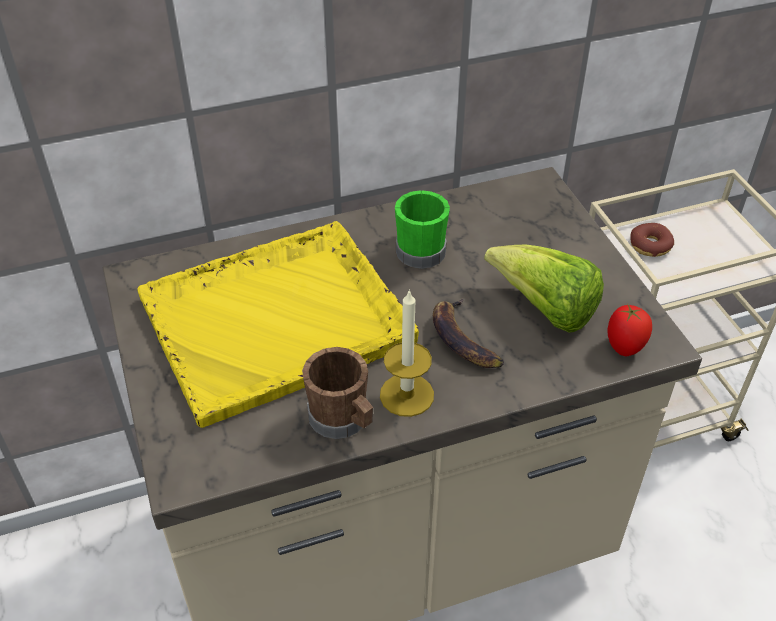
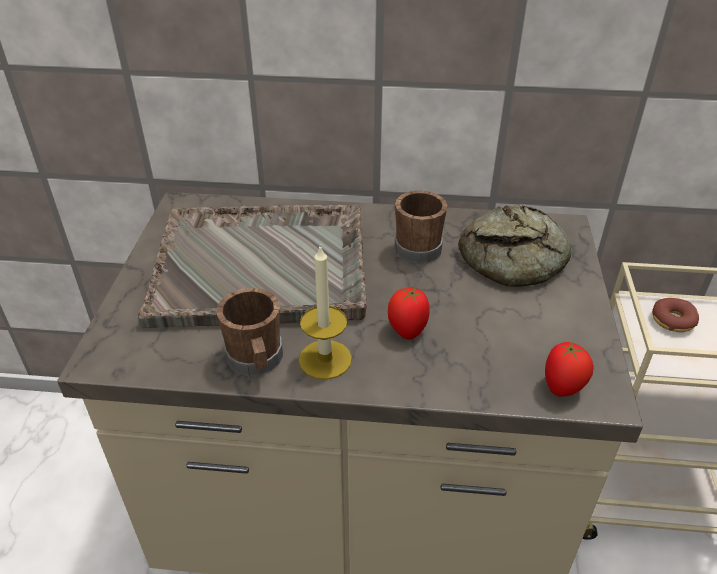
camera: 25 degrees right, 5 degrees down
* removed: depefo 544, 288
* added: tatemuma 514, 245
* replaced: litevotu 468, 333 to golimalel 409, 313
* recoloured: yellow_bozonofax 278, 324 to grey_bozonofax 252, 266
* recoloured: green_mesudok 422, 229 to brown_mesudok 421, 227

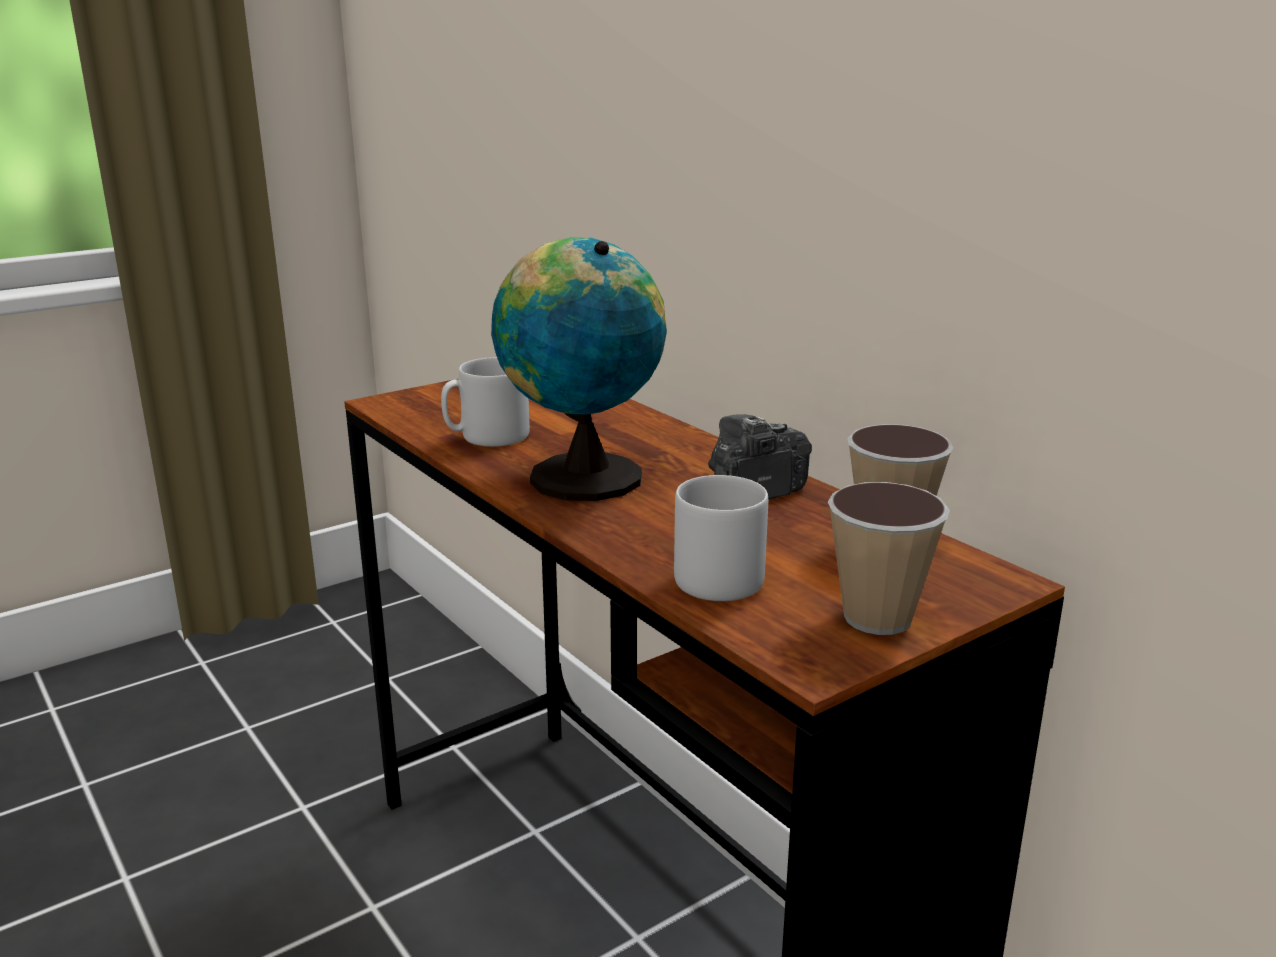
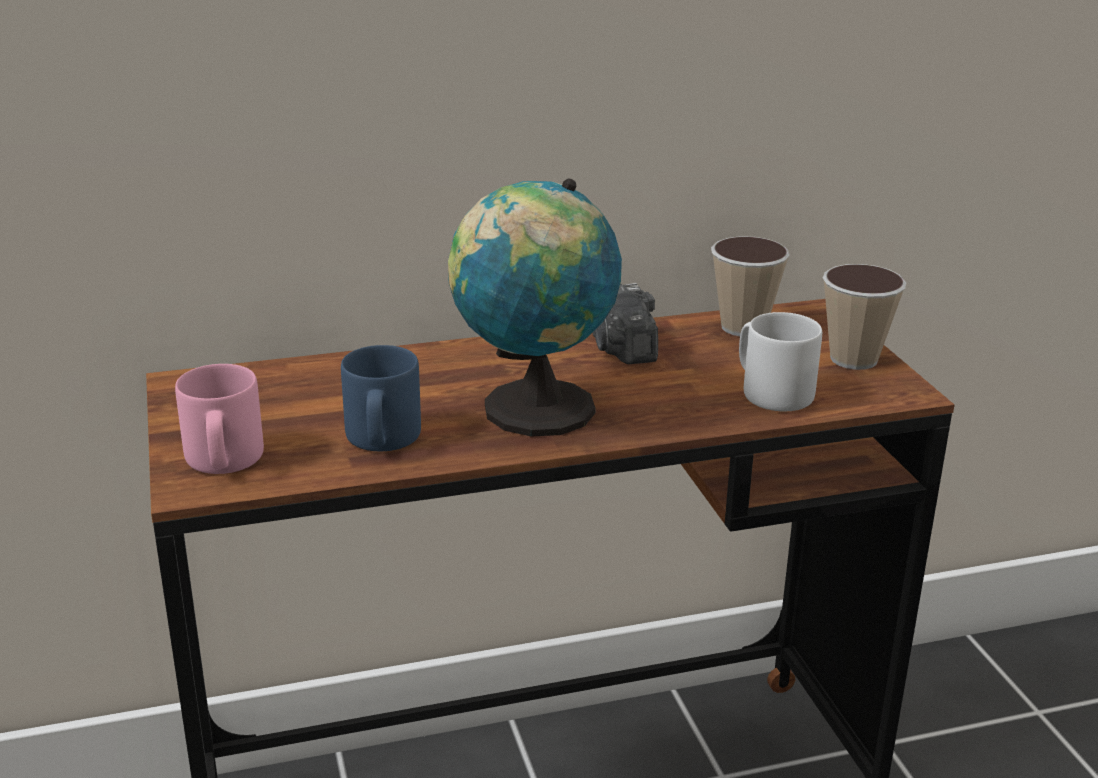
camera: 70 degrees left, 5 degrees up
* added: pink_mesudok 219, 419
* recoloured: grey_mesudok 485, 402 to blue_mesudok 381, 398

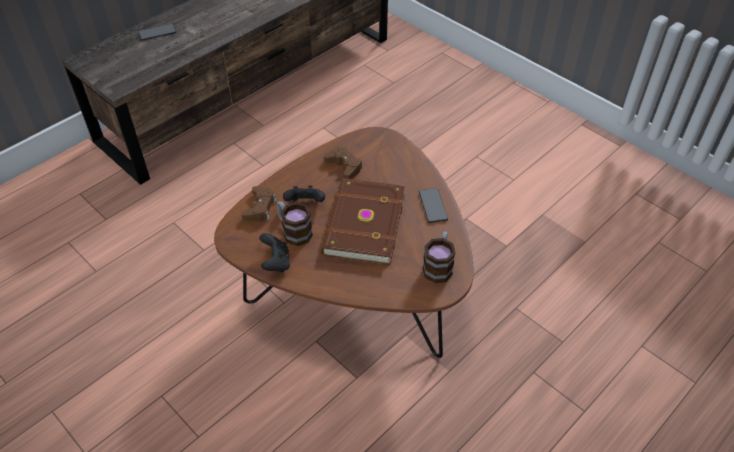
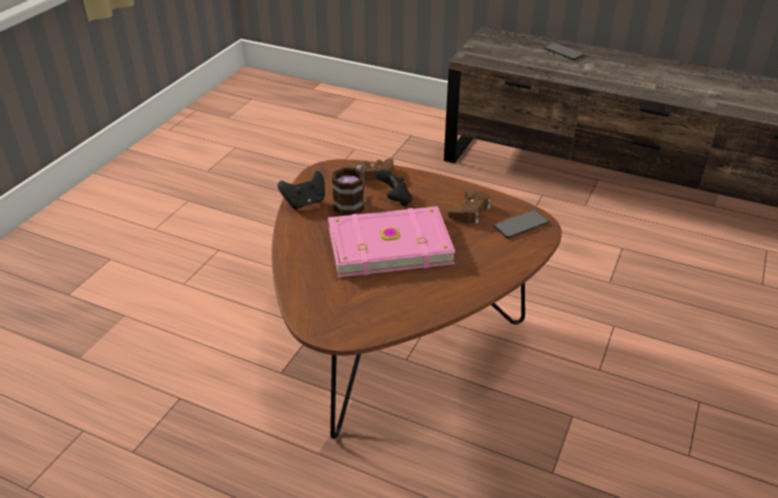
camera: 70 degrees right, 10 degrees down
* removed: mesudok 439, 257
* moved: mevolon 433, 205 to 521, 224
* recoloured: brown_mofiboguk 363, 221 to pink_mofiboguk 392, 241

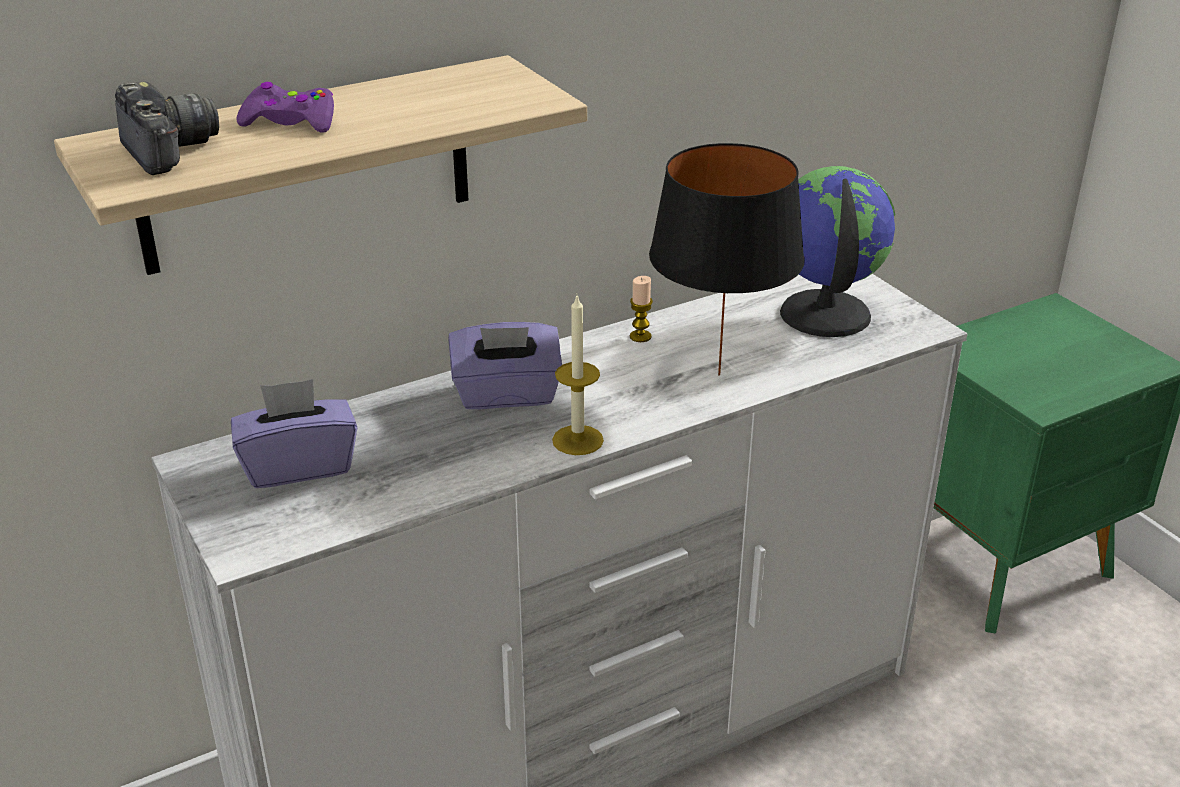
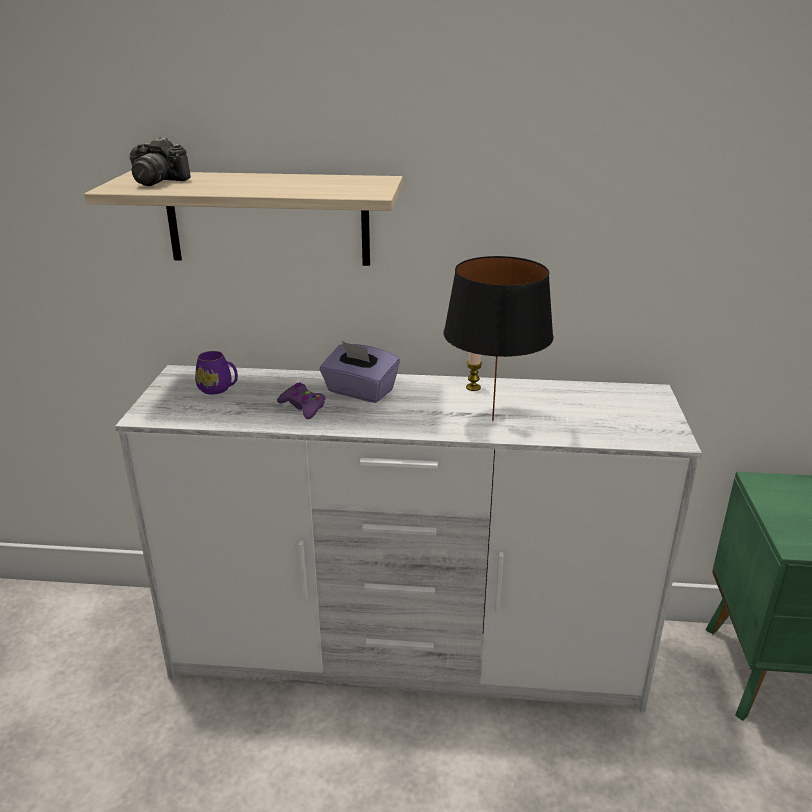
camera: 35 degrees right, 5 degrees down
* removed: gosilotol 578, 375
* removed: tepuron 837, 251
* moved: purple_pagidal 285, 107 to 301, 401
* replaced: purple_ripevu 294, 433 to purple_mesudok 216, 372
* turned: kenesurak 167, 128 = 160, 161 105 degrees clockwise

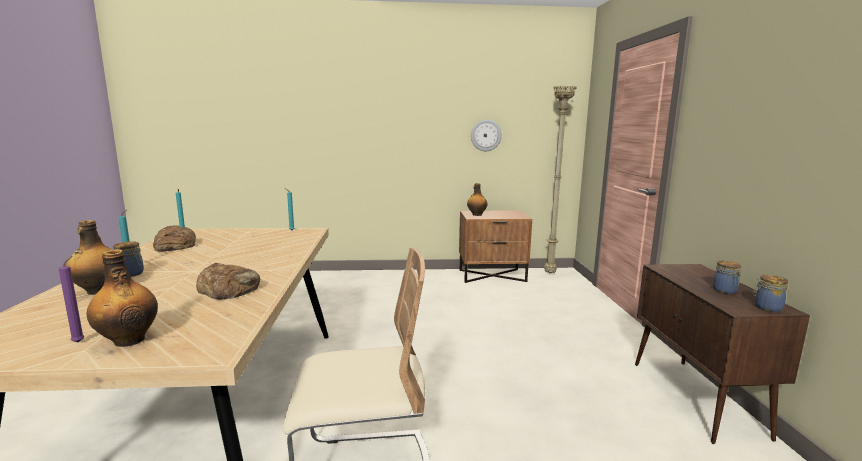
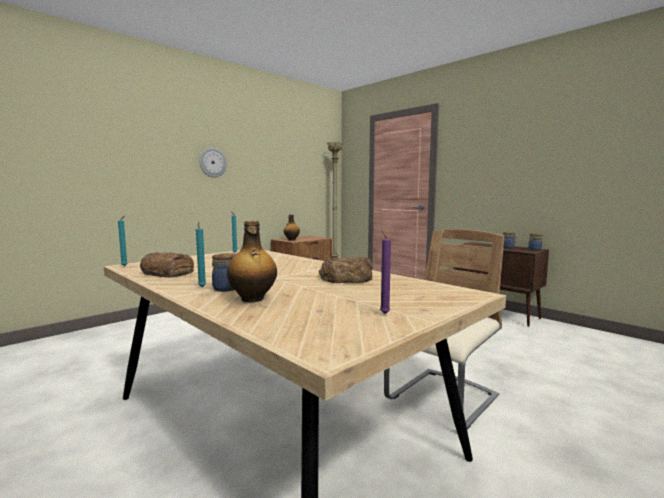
camera: 40 degrees left, 5 degrees down
* removed: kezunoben 122, 298
* moved: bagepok 486, 135 to 213, 163

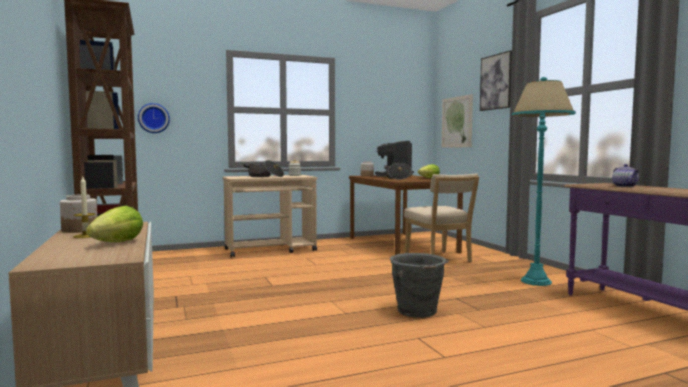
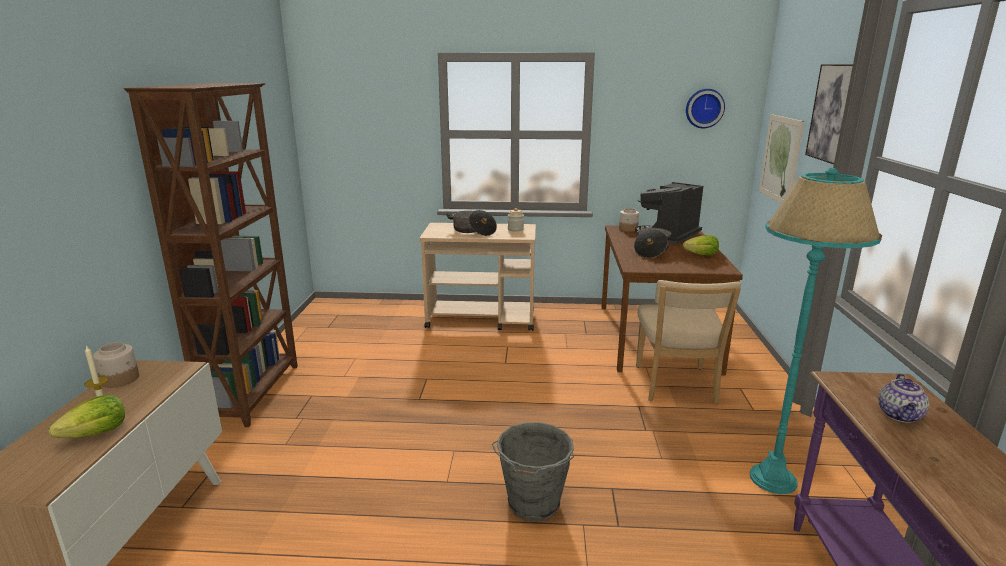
camera: 25 degrees right, 15 degrees up
* moved: bagepok 154, 118 to 705, 108

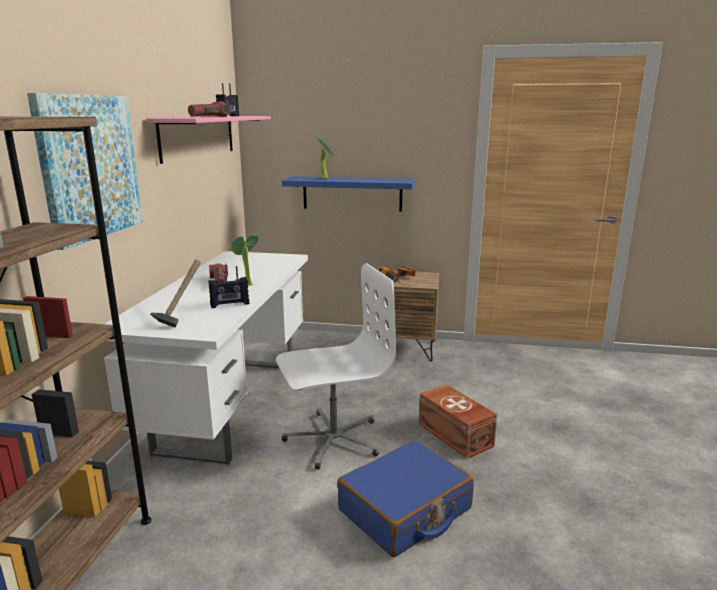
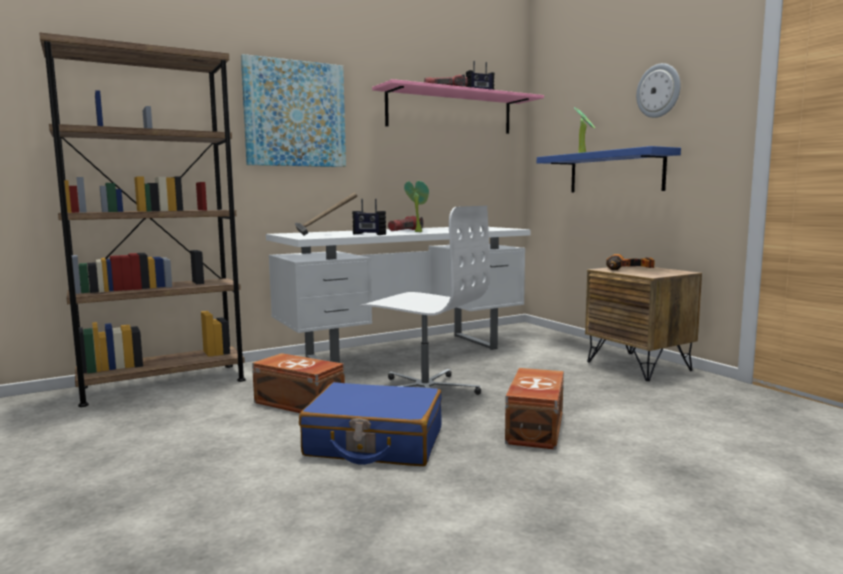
camera: 50 degrees right, 10 degrees down
* added: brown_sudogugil 298, 383
* added: bagepok 658, 90

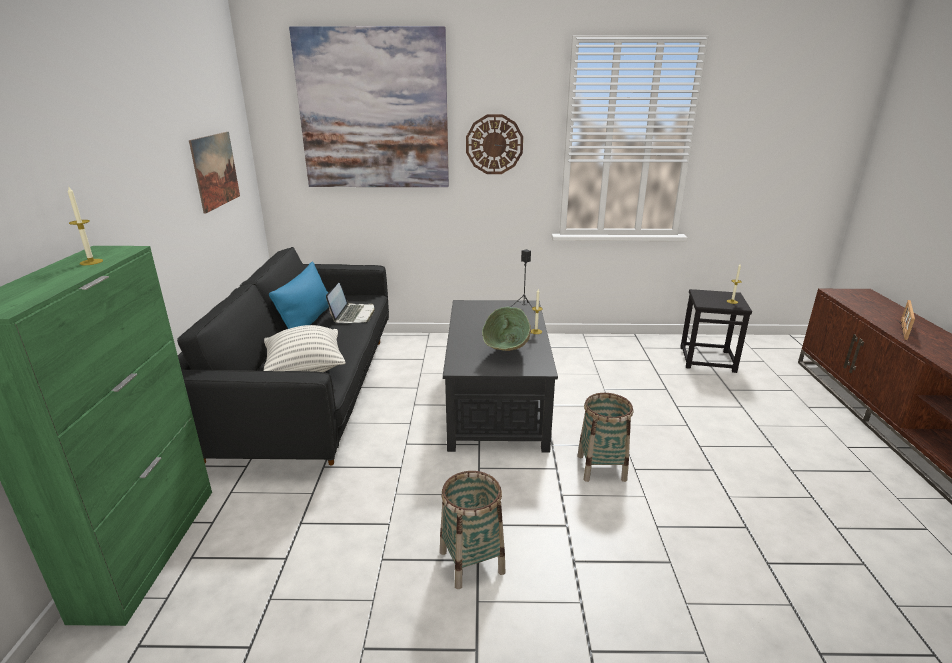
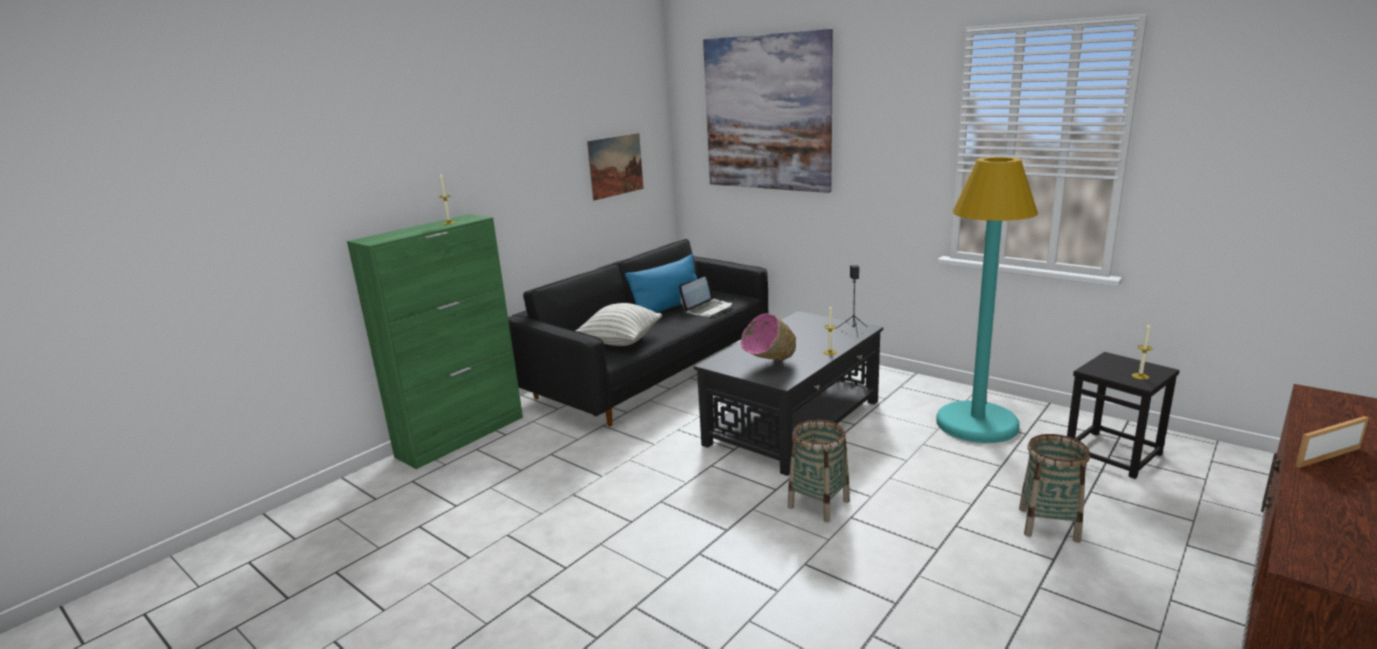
camera: 40 degrees right, 5 degrees down
* removed: bagepok 494, 144
* added: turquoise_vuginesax 987, 300
* moved: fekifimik 473, 530 to 1054, 488
* recoloured: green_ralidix 506, 329 to pink_ralidix 768, 337

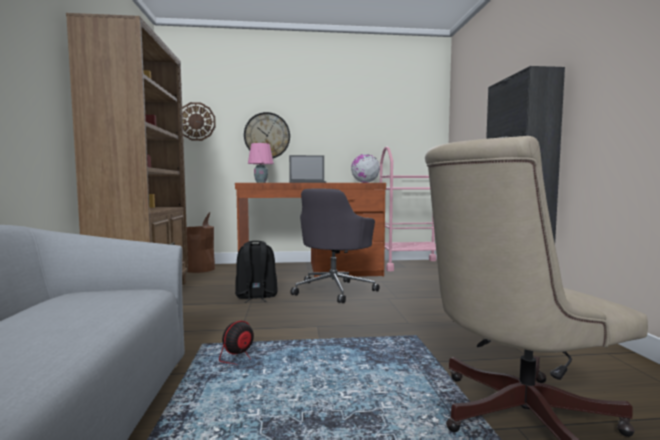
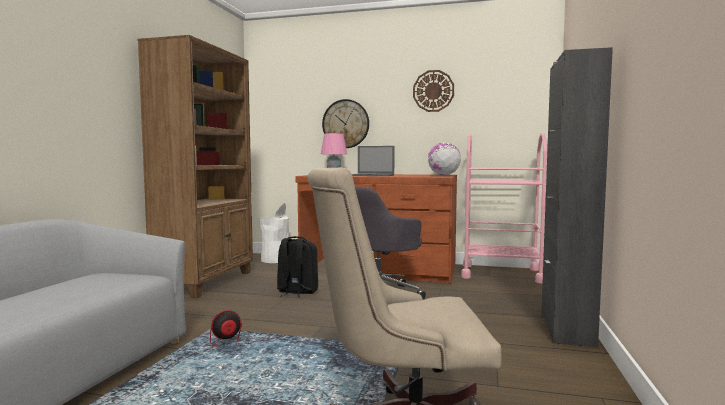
camera: 20 degrees right, 0 degrees up
* moved: bagepok 199, 121 to 433, 91
* recoloured: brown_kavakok 201, 242 to white_kavakok 274, 233

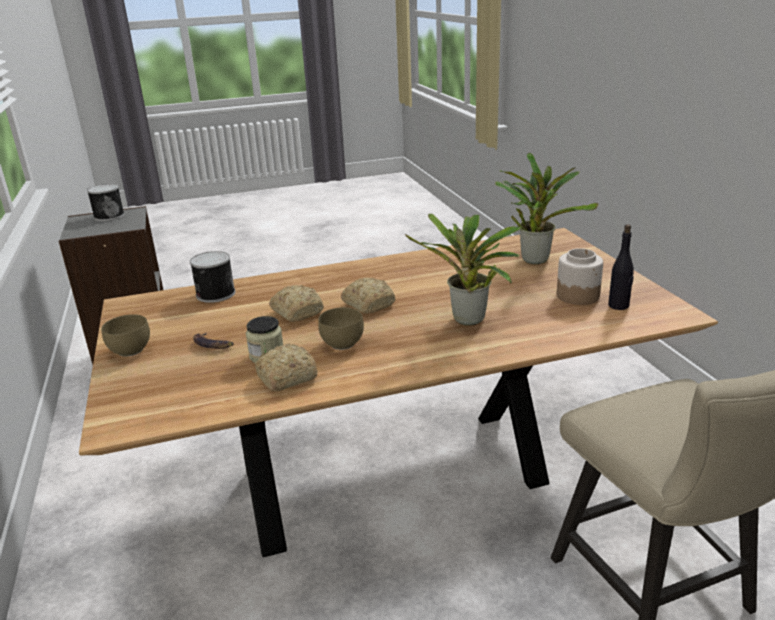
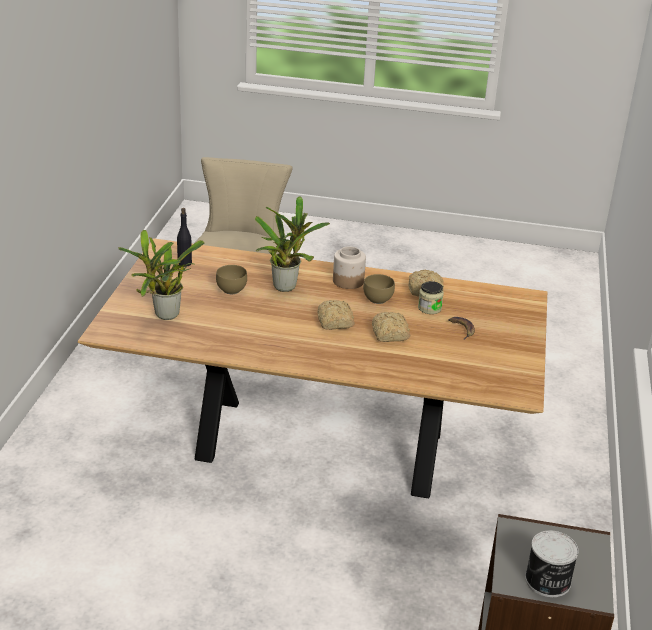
camera: 155 degrees left, 5 degrees up
* removed: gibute 212, 277
* moved: brown_ralidix 125, 335 to 231, 279
* moved: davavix 580, 276 to 349, 267

